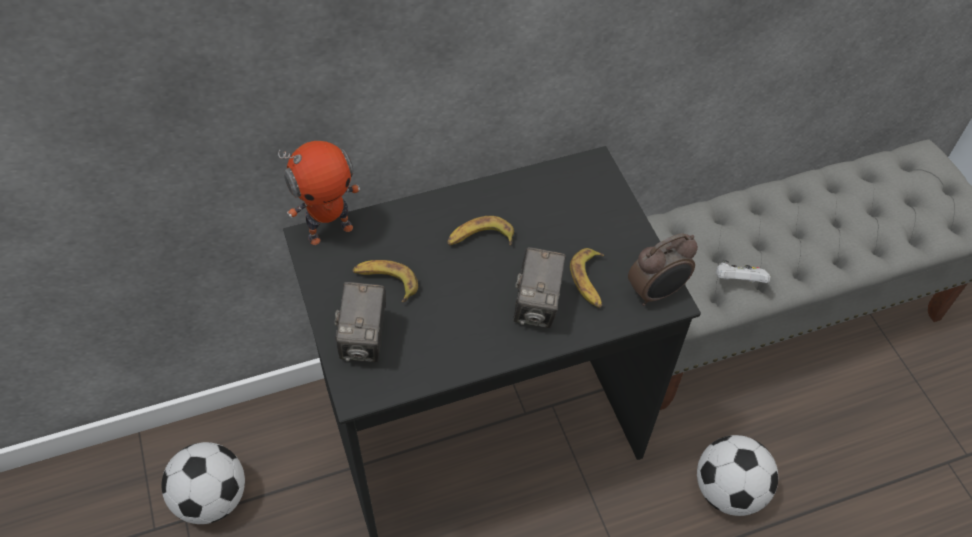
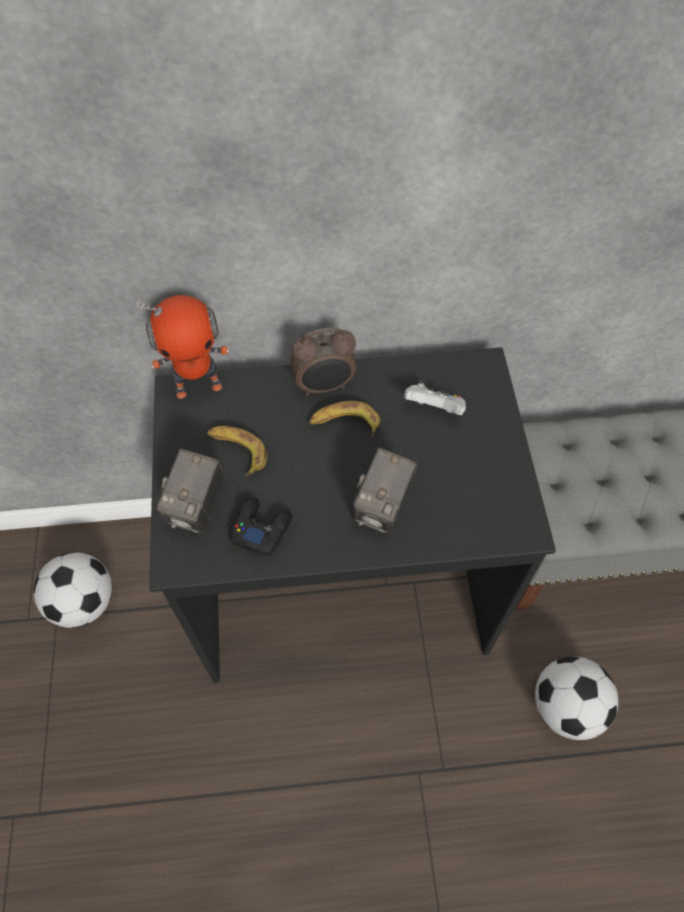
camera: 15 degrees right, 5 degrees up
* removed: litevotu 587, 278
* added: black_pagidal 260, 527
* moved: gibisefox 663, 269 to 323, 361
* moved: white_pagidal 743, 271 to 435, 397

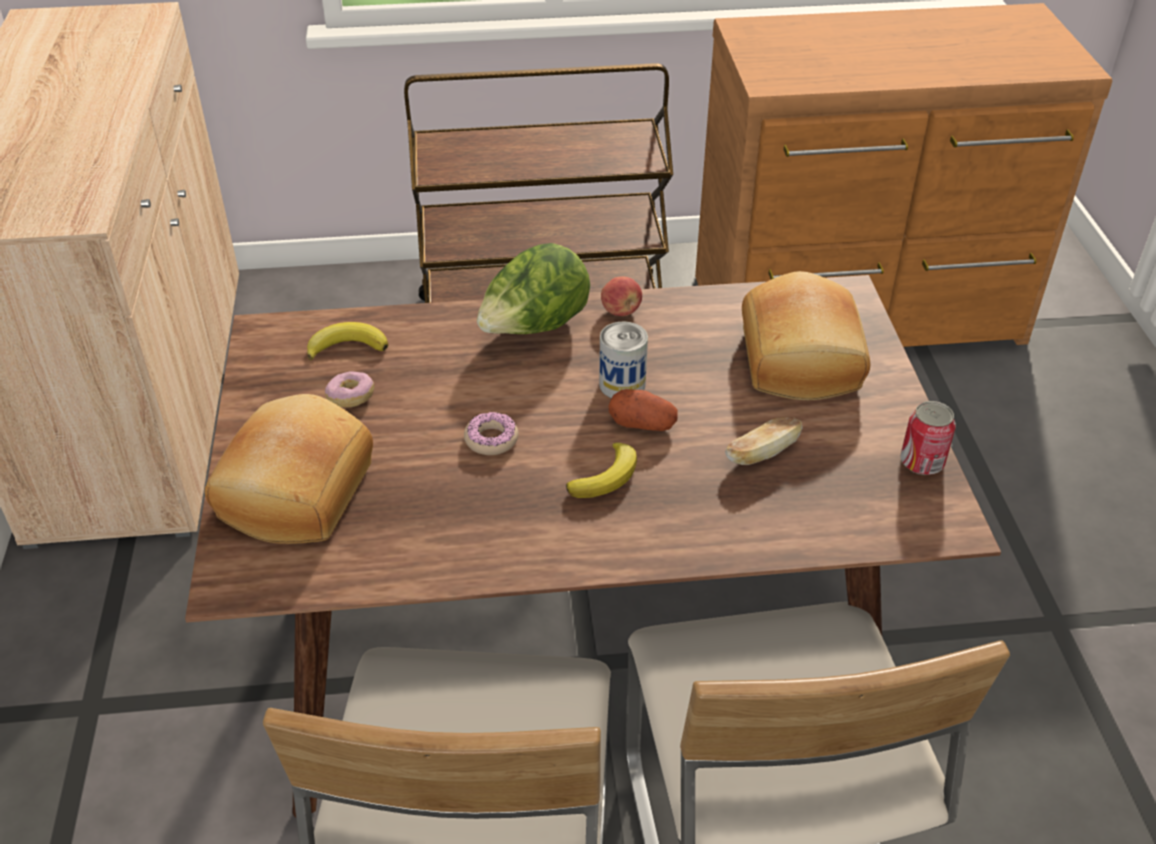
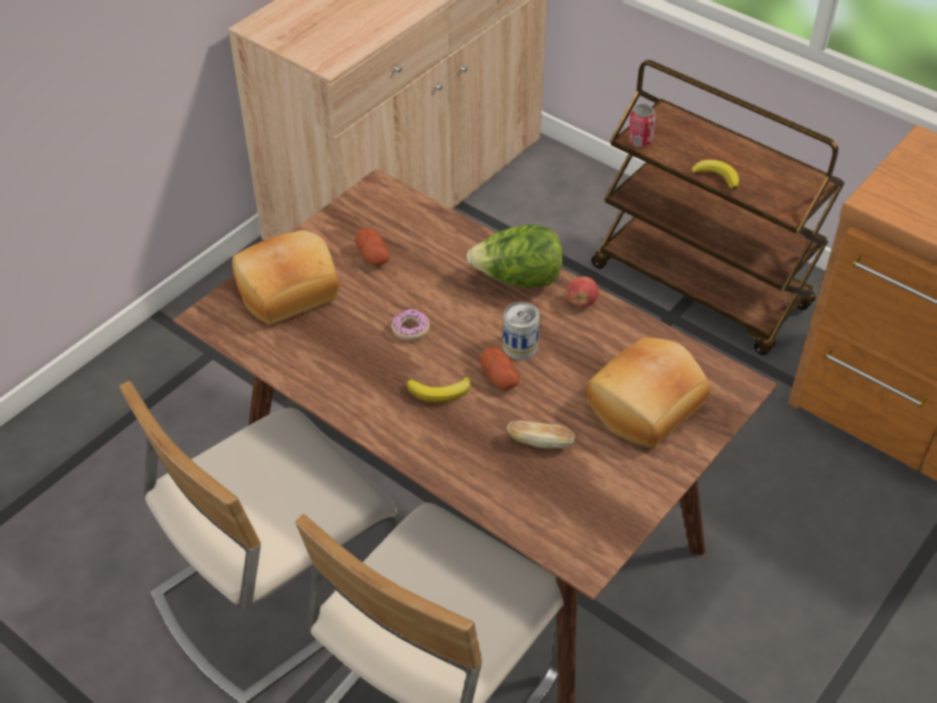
camera: 45 degrees right, 5 degrees up
* moved: litevotu 347, 341 to 715, 175
* moved: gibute 928, 438 to 642, 125
* replaced: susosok 349, 389 to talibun 372, 247

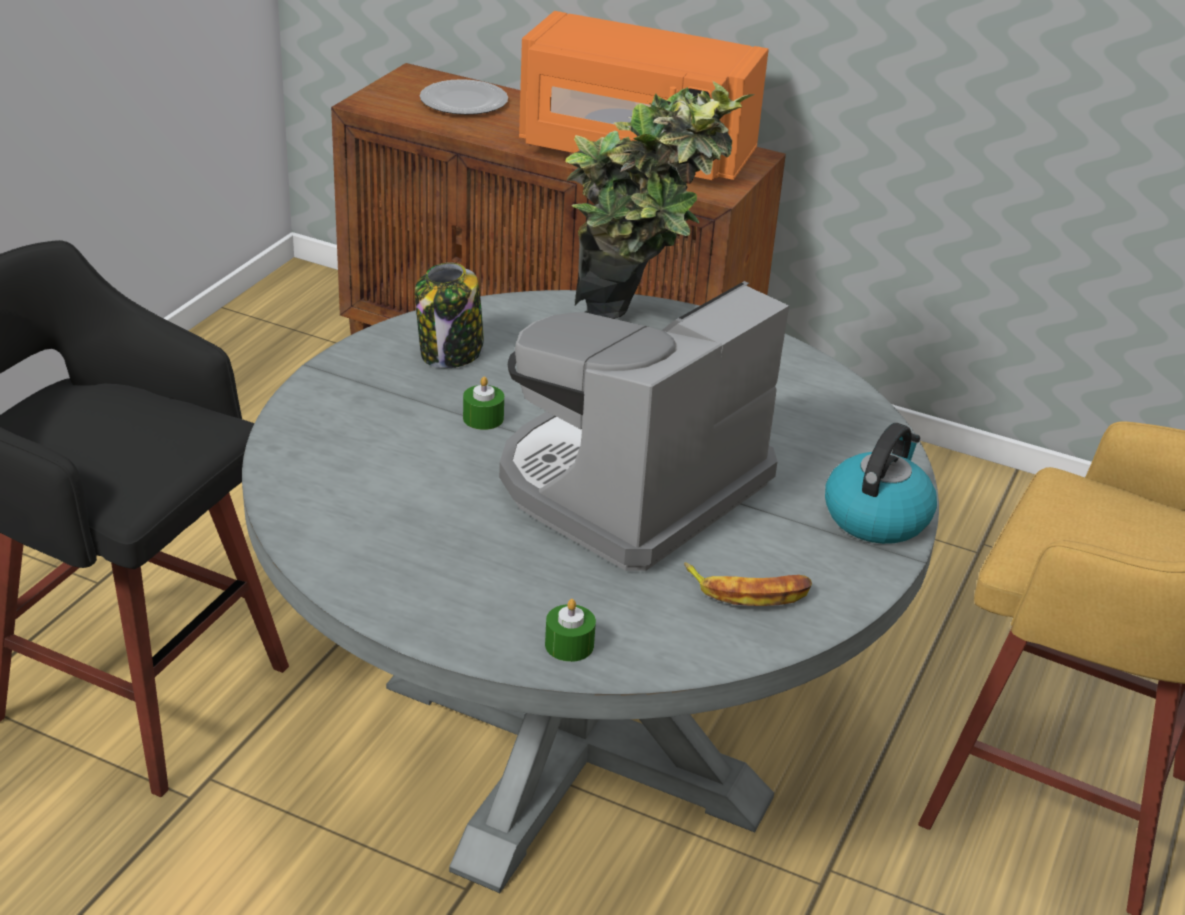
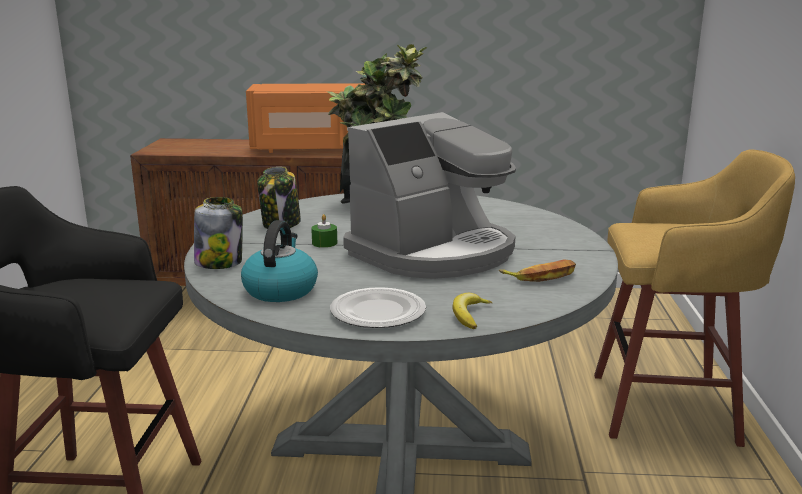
camera: 20 degrees left, 15 degrees down
* added: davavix 218, 233
* moved: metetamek 464, 97 to 378, 307
* moved: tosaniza 881, 483 to 279, 261
* replaced: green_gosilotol 570, 630 to litevotu 472, 311
* turned: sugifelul 644, 426 = 429, 195 150 degrees counterclockwise

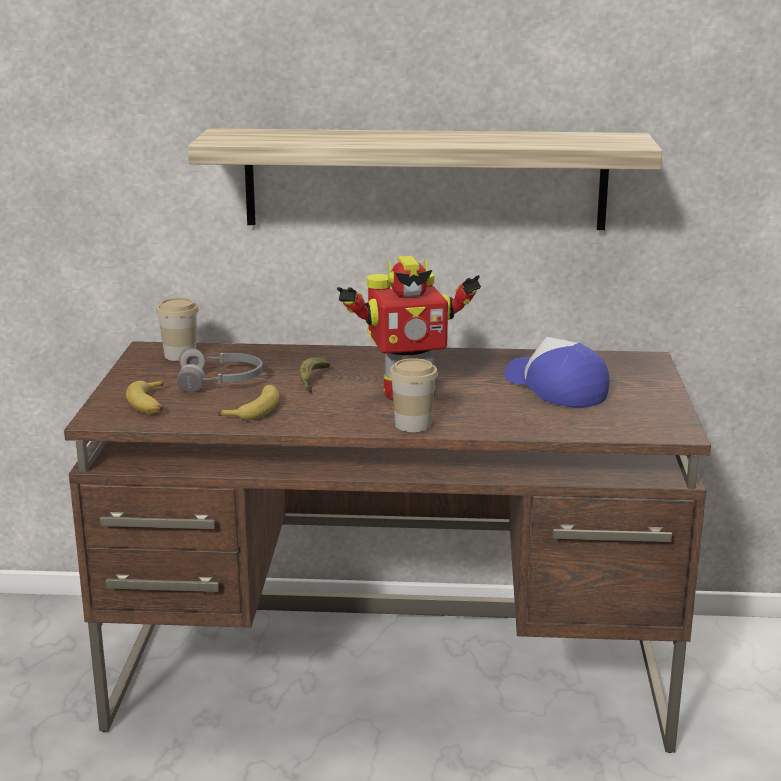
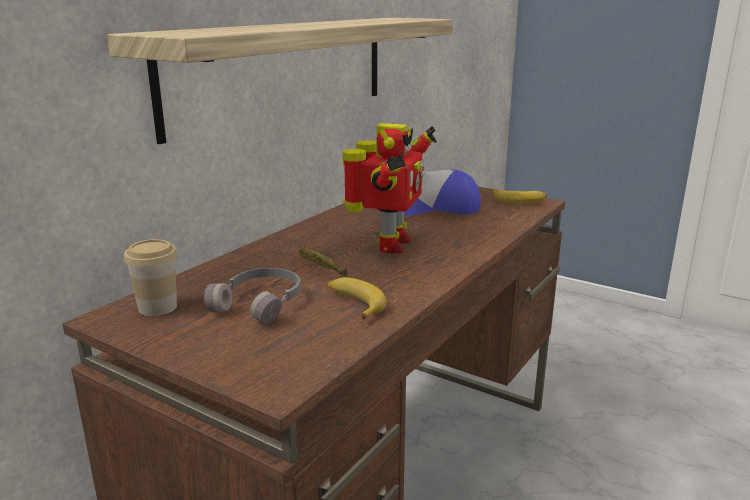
camera: 60 degrees left, 0 degrees up
* removed: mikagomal 413, 395
* moved: litevotu 144, 397 to 519, 196

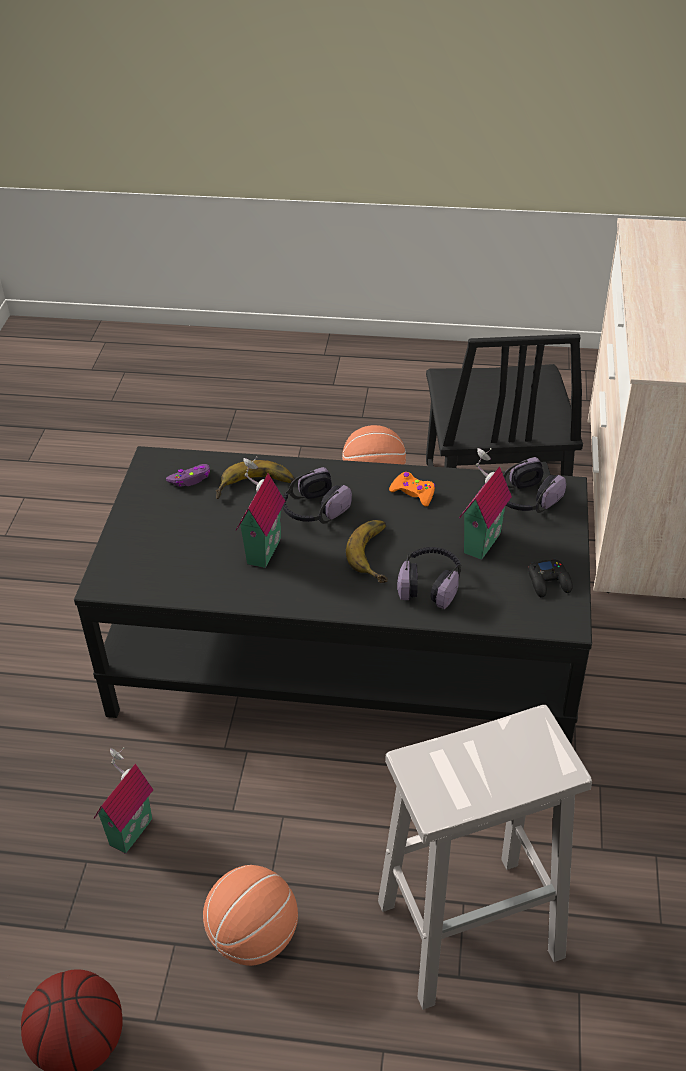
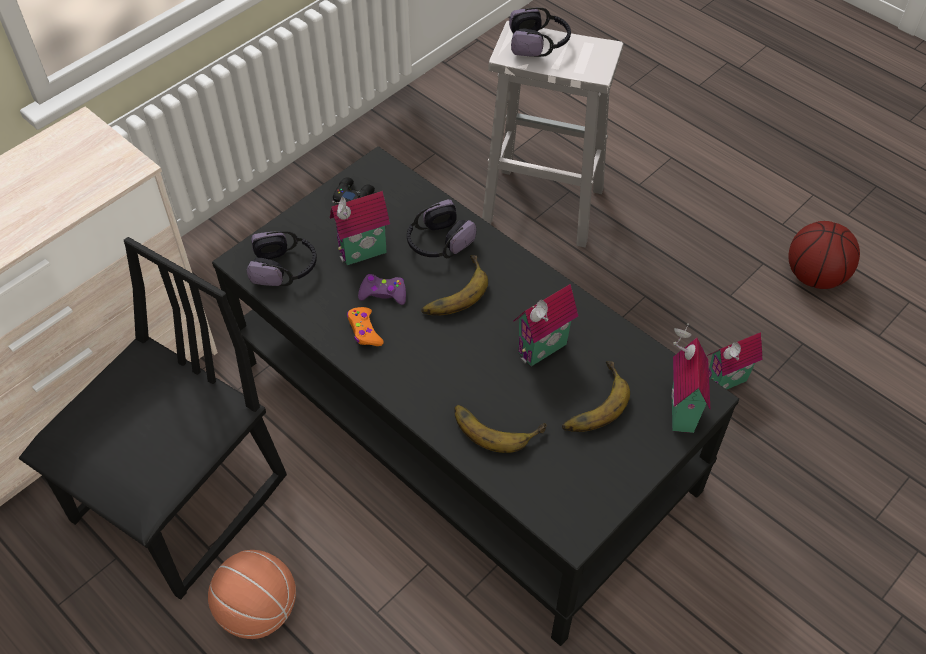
camera: 145 degrees left, 10 degrees up
* removed: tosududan 250, 915
* added: litevotu 596, 396
* added: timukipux 691, 378
* moved: purple_pagidal 188, 475 to 382, 289
* moved: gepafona 317, 495 to 540, 32

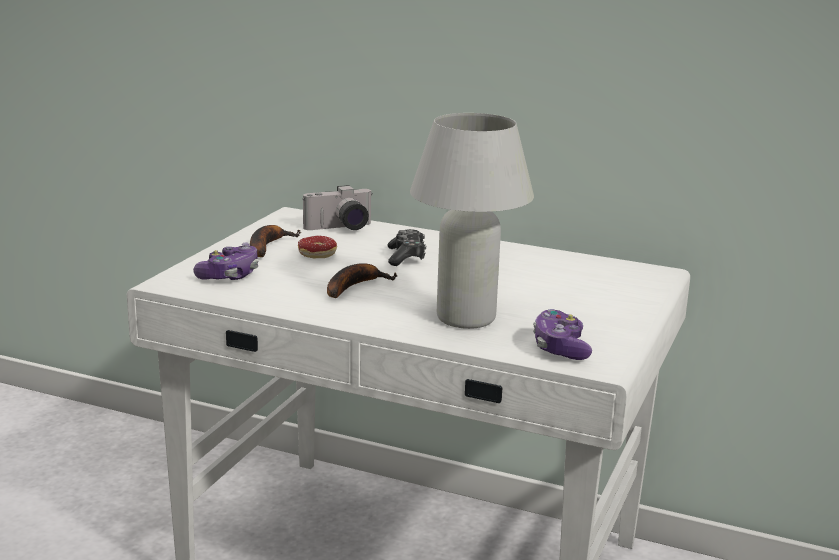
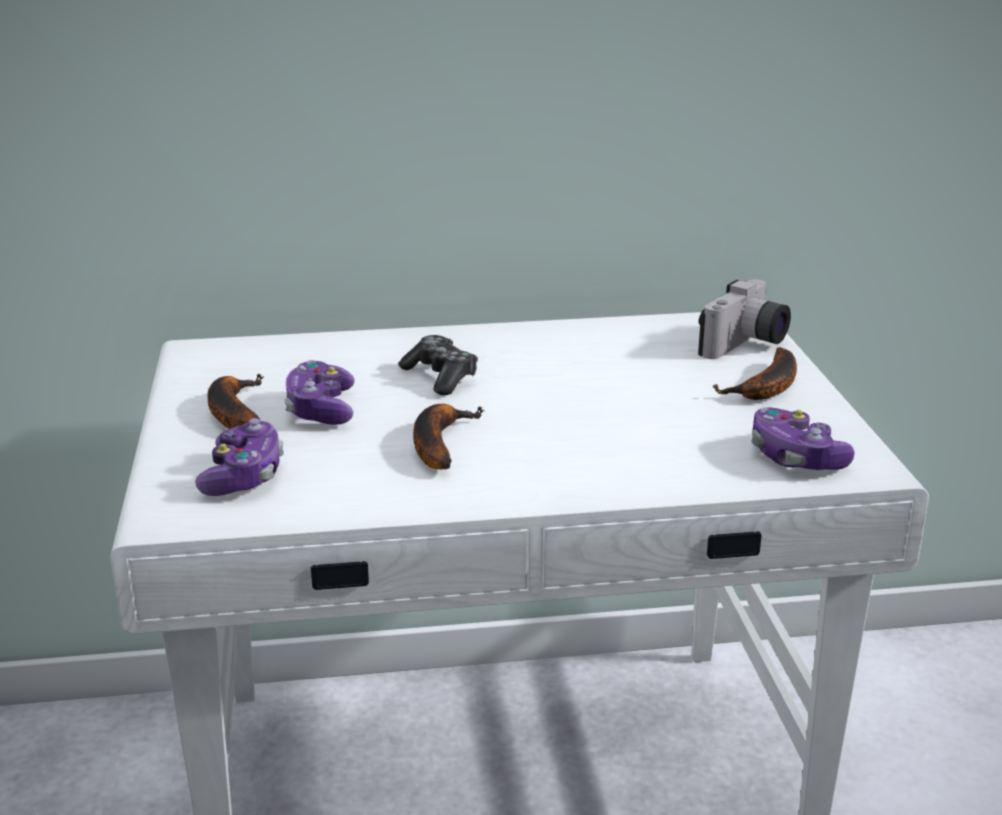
camera: 30 degrees left, 5 degrees up
* removed: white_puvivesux 472, 221
* added: litevotu 754, 373
* moved: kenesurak 338, 207 to 744, 319
* replaced: susosok 317, 246 to pagidal 319, 392

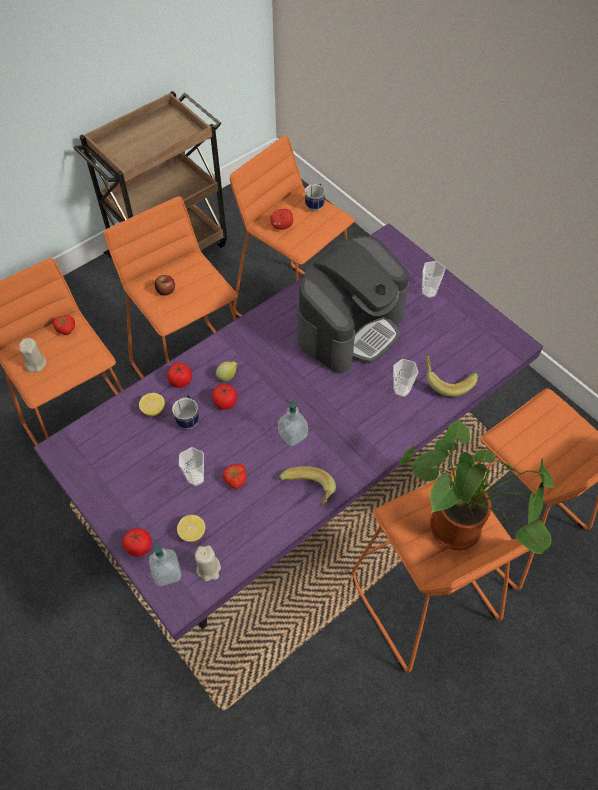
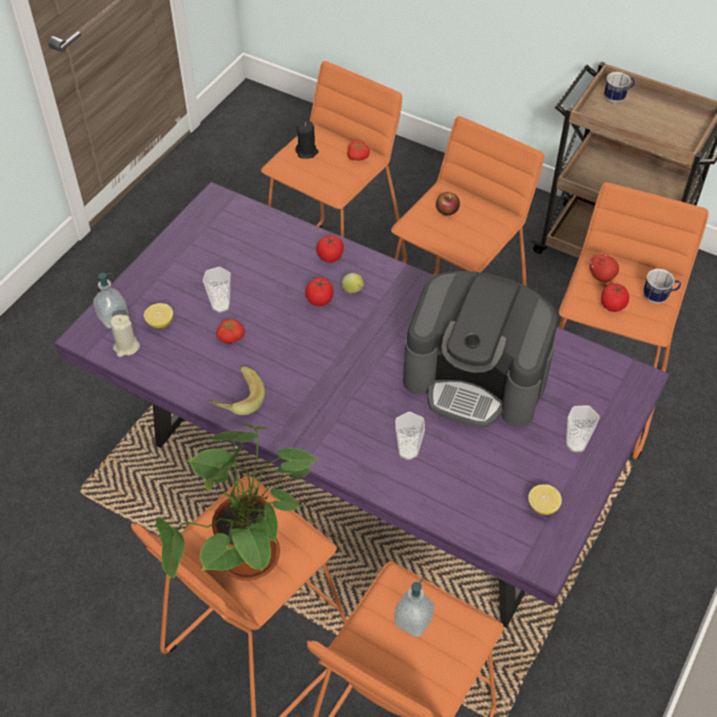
camera: 70 degrees right, 5 degrees down
* removed: litevotu 451, 375
* moved: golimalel 137, 542 to 615, 297
* moved: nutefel 152, 404 to 545, 499
* moved: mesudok 185, 411 to 619, 87
* moved: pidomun 293, 423 to 414, 607
* recoloured: beige_gosilotol 32, 355 to black_gosilotol 307, 140

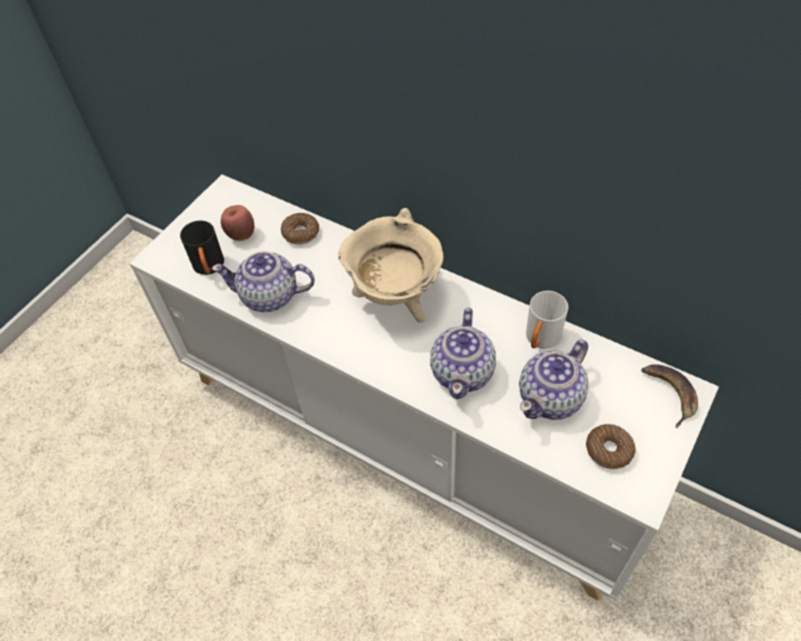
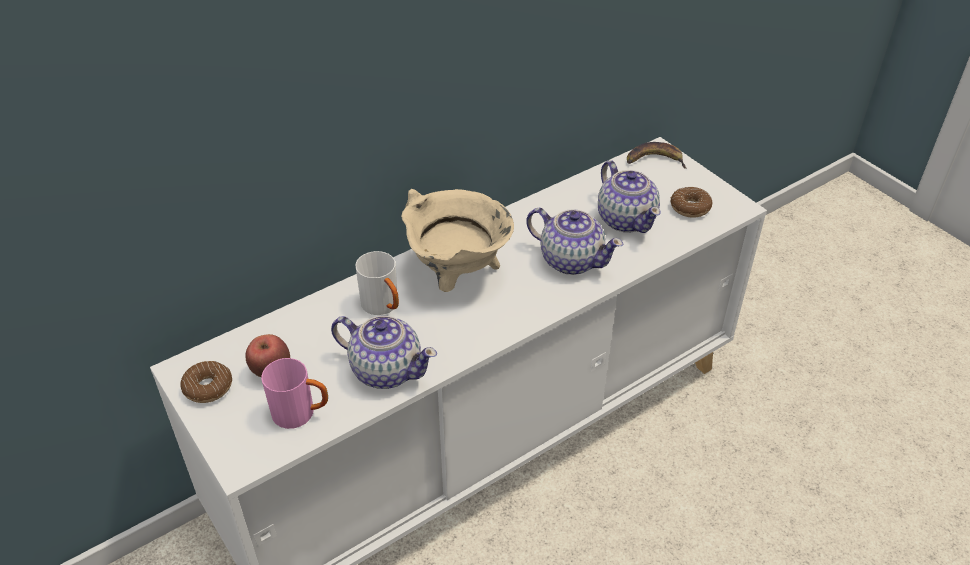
camera: 70 degrees left, 10 degrees down
* moved: susosok 300, 228 to 206, 382
* moved: white_mesudok 547, 320 to 377, 283
* recoloured: black_mesudok 202, 248 to pink_mesudok 294, 393
* turned: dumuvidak 263, 281 = 384, 352 90 degrees counterclockwise

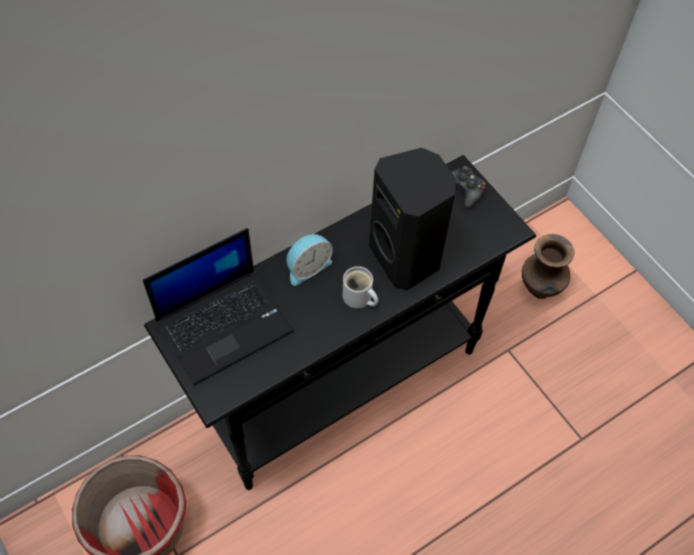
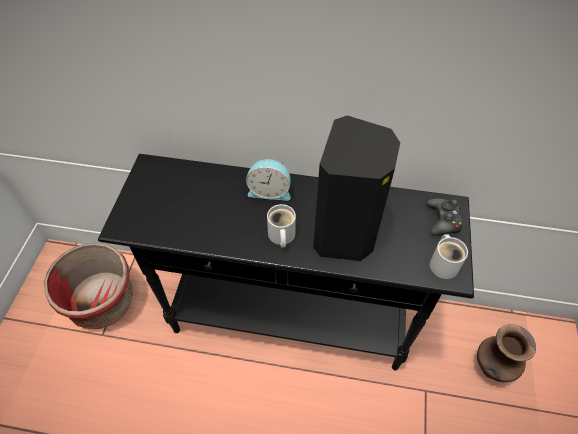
camera: 45 degrees right, 5 degrees down
* removed: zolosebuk 218, 306
* added: white_mesudok 449, 257

